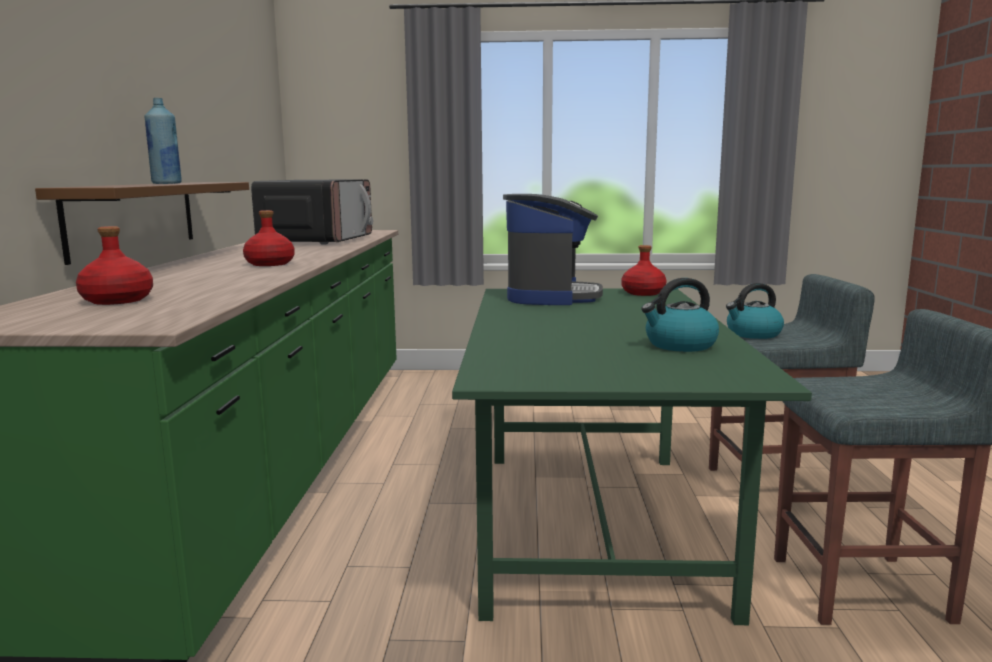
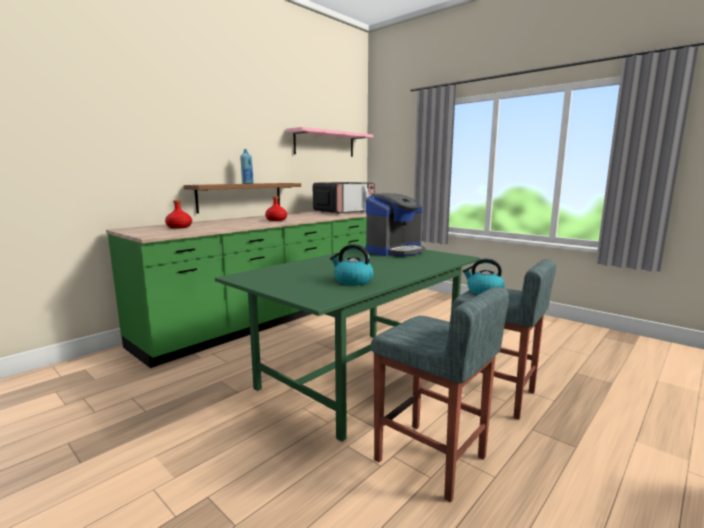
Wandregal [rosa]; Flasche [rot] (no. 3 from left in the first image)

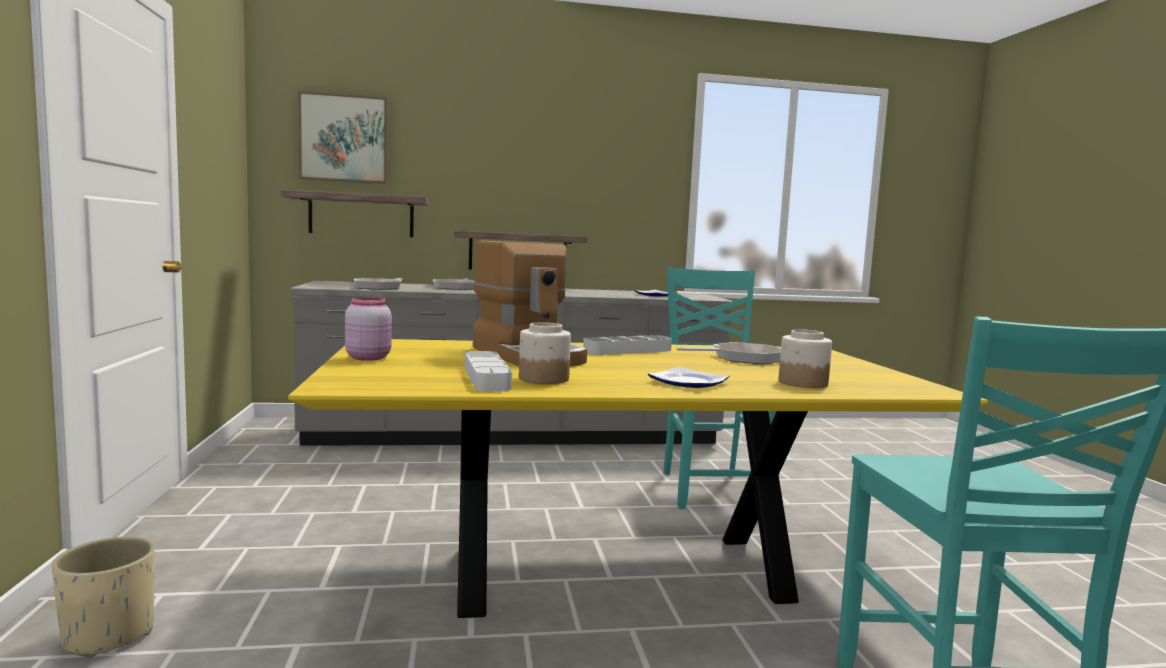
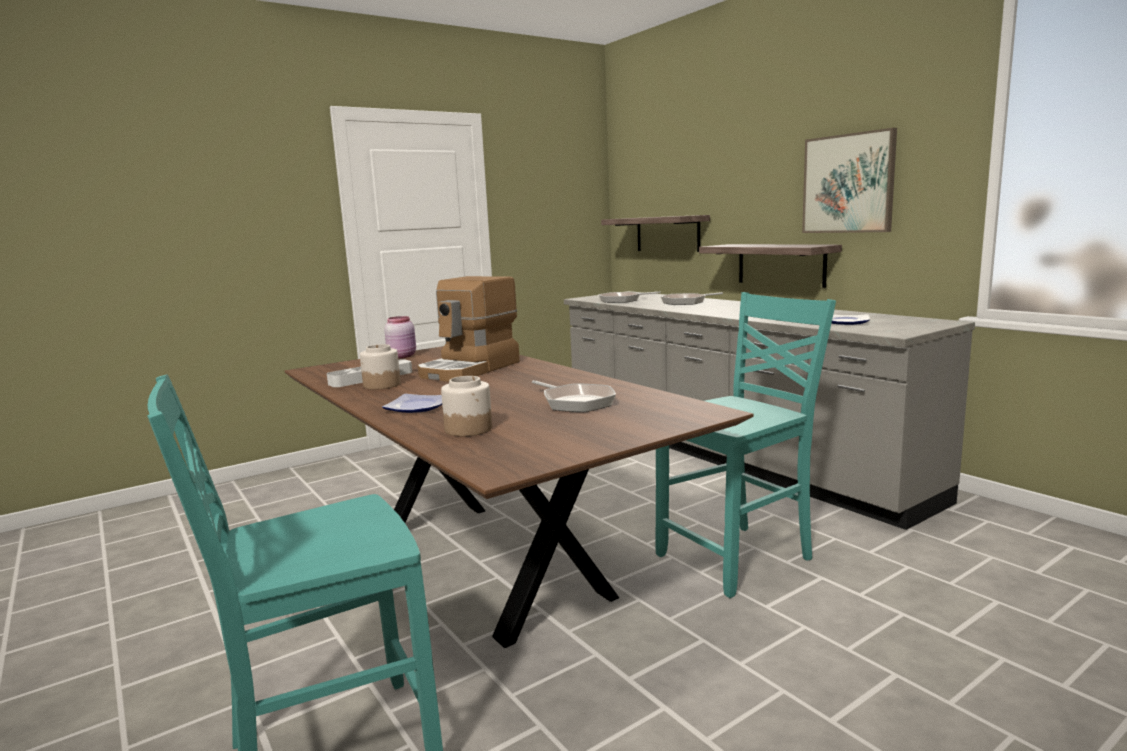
Esstisch [braun]; Bild; Pflanzkübel [beige]; Tablett [grau] (no. 2 from left in the first image)

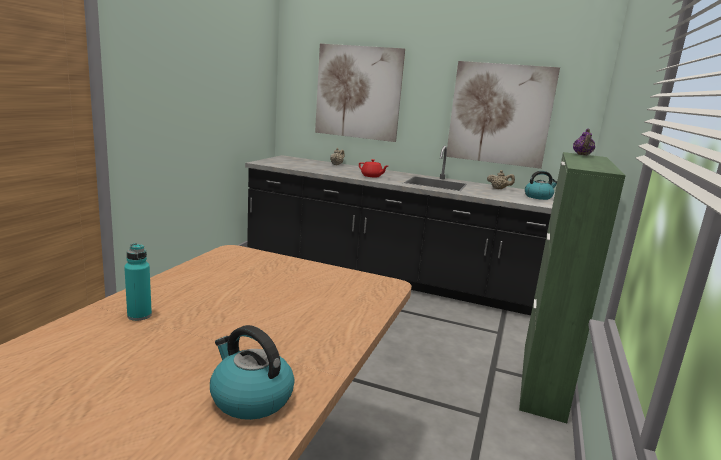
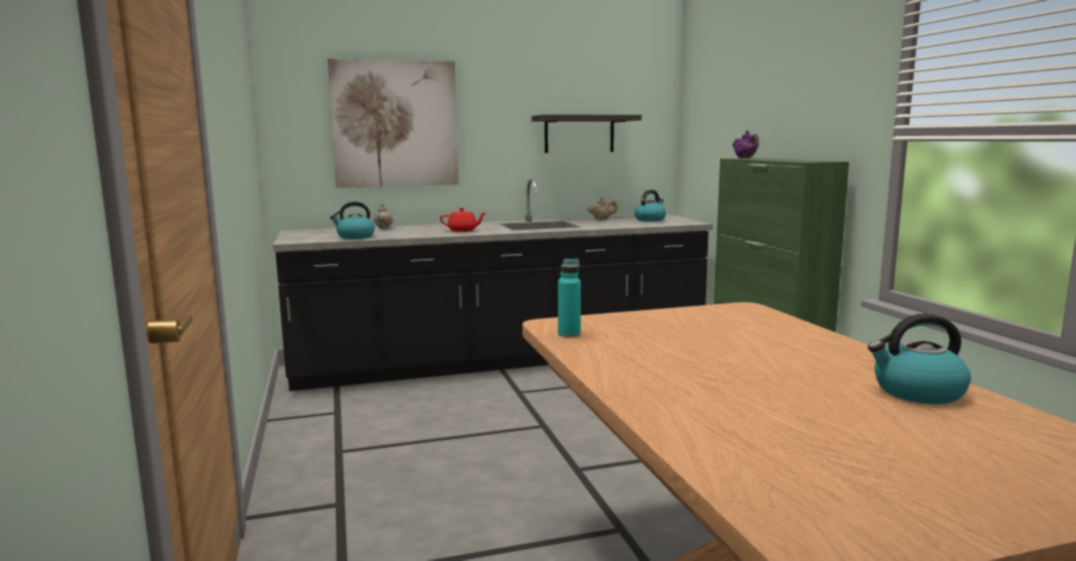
Wasserkessel (no. 1 from left); Wandregal; Flasche [türkis]

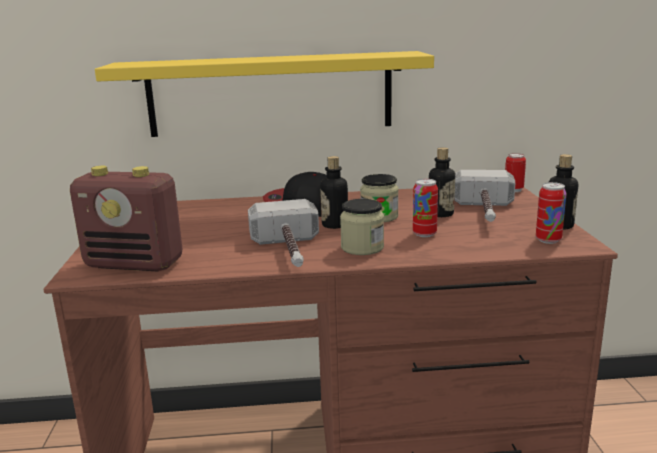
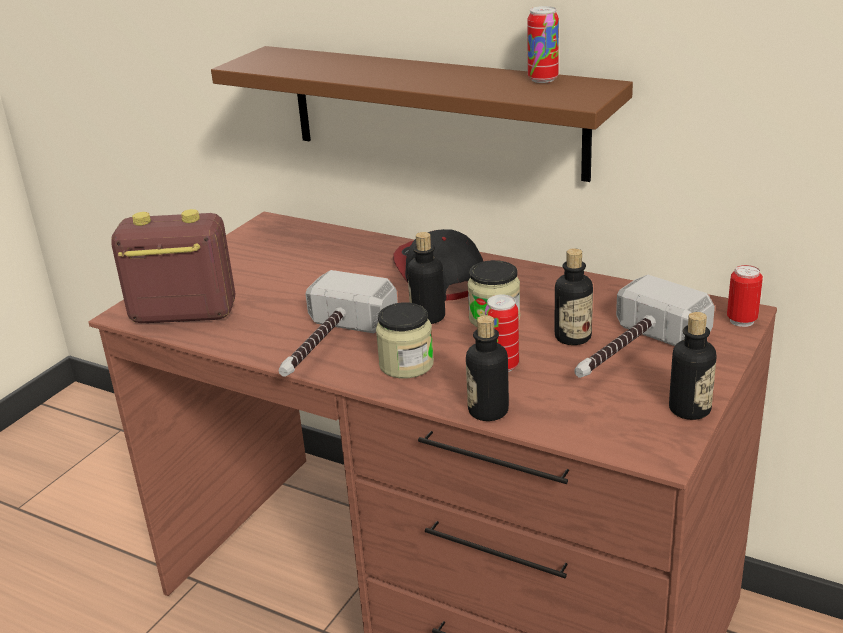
Radio; Wandregal [braun]; Flasche (no. 2 from left); Dose (no. 2 from left)

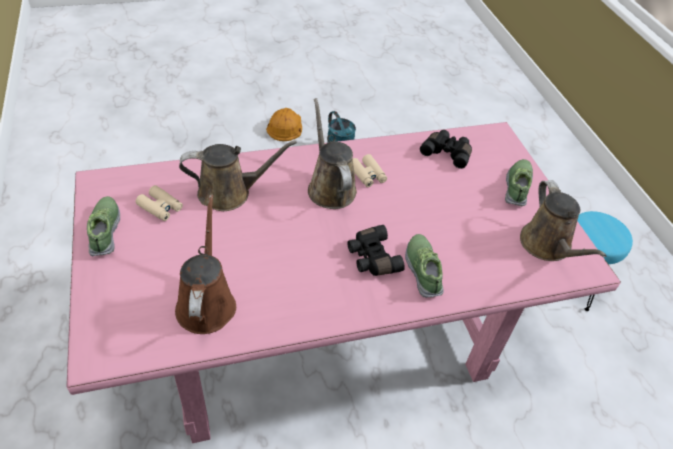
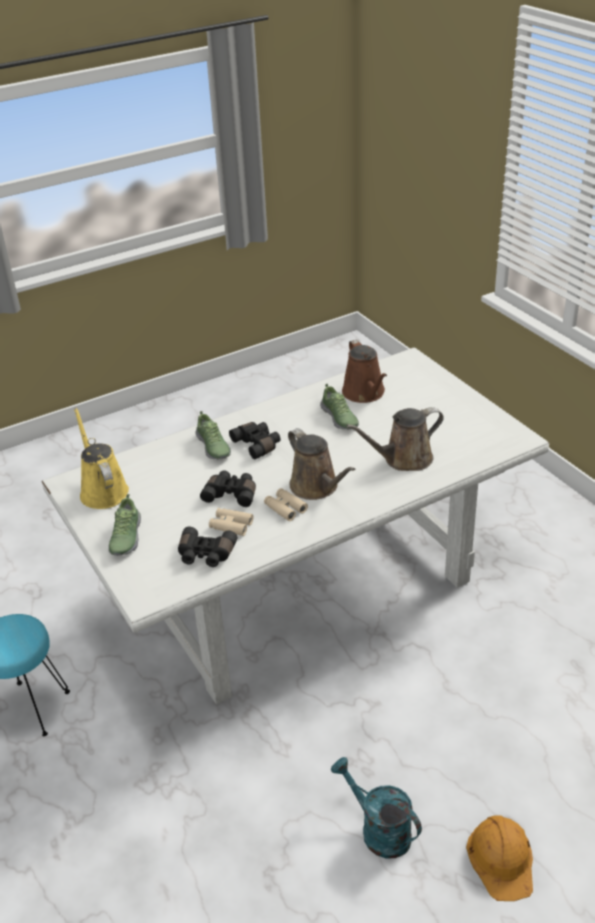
Esstisch [weiß]; Gießkanne [gelb]; Fernglas [schwarz] (no. 2 from left); Fernglas [beige] (no. 1 from left); Schuh (no. 3 from left)

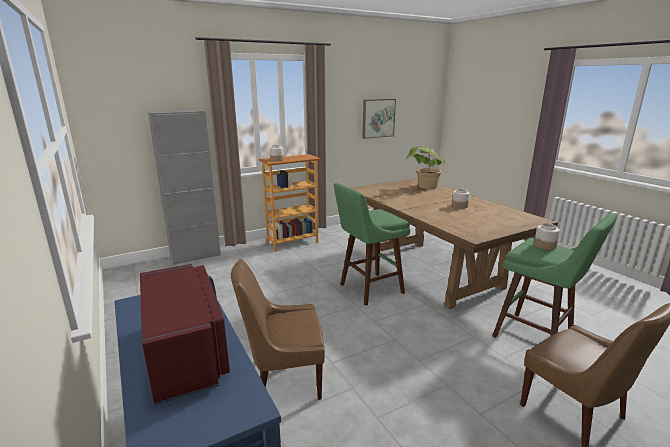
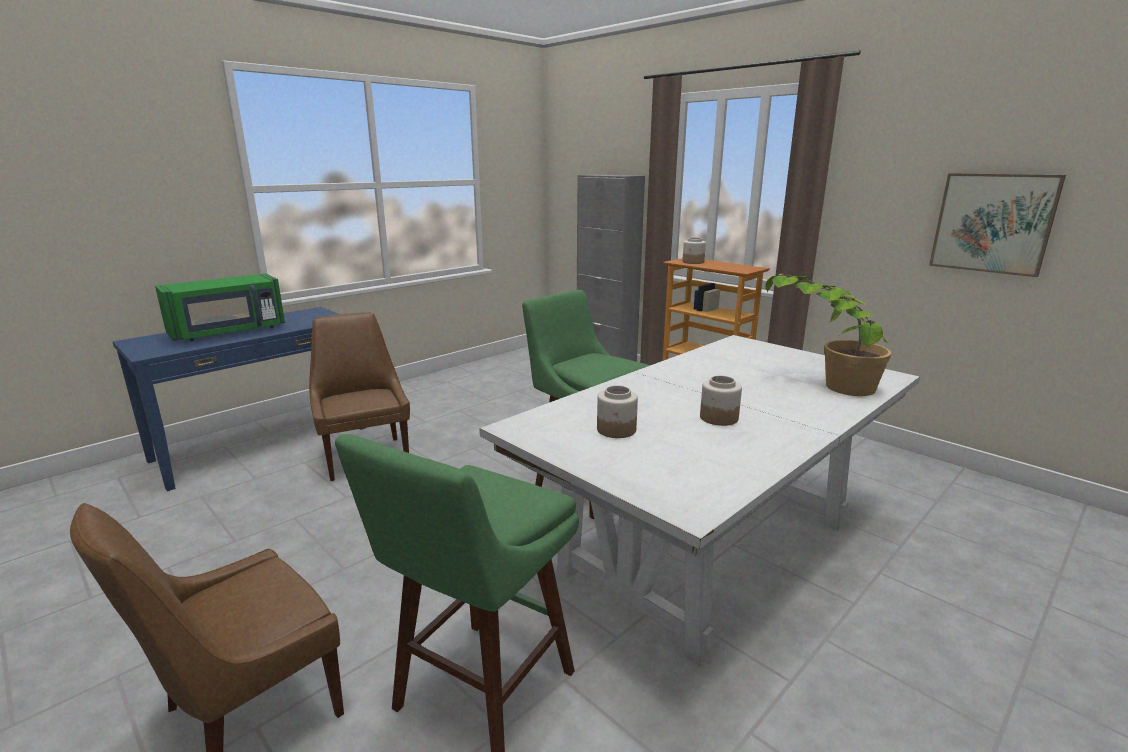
Mikrowelle [grün]; Esstisch [weiß]; Vorratsglas (no. 1 from left)

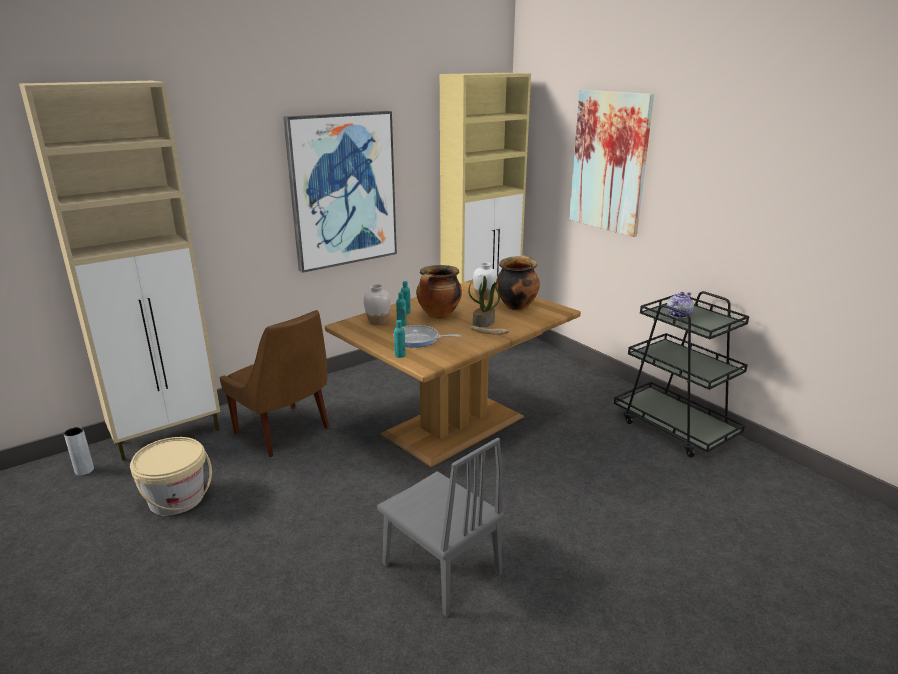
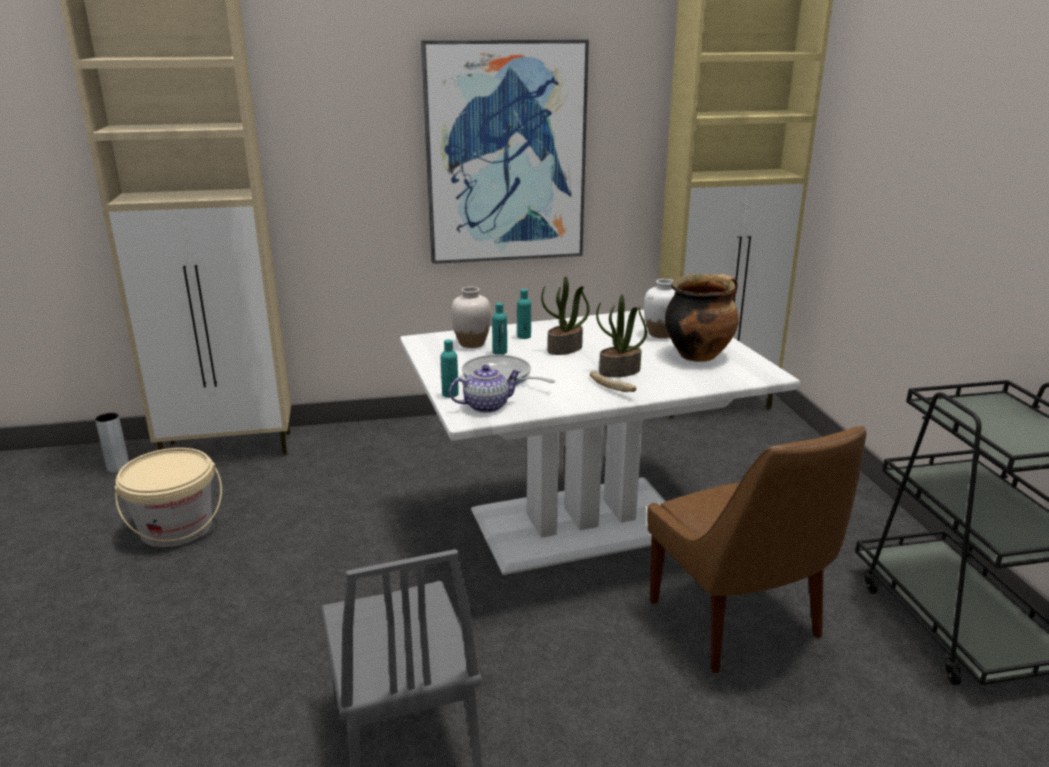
Esstisch [weiß]; Teekanne; Topfpflanze (no. 1 from left); Stuhl [braun]; Bild (no. 2 from left in the first image)

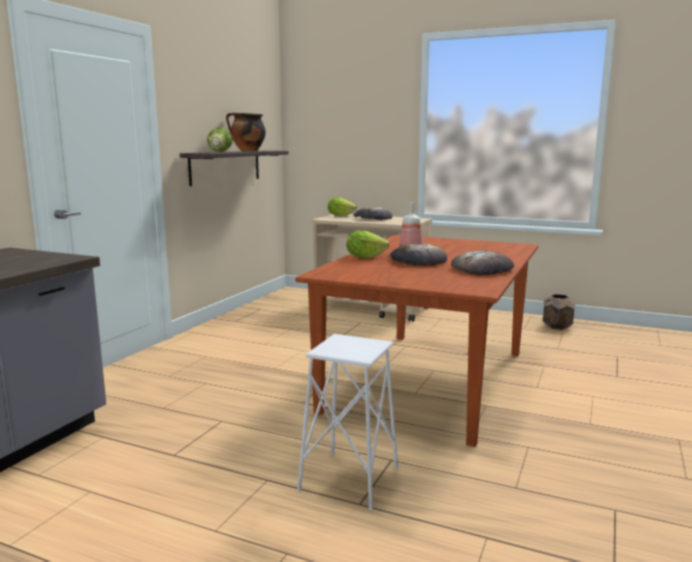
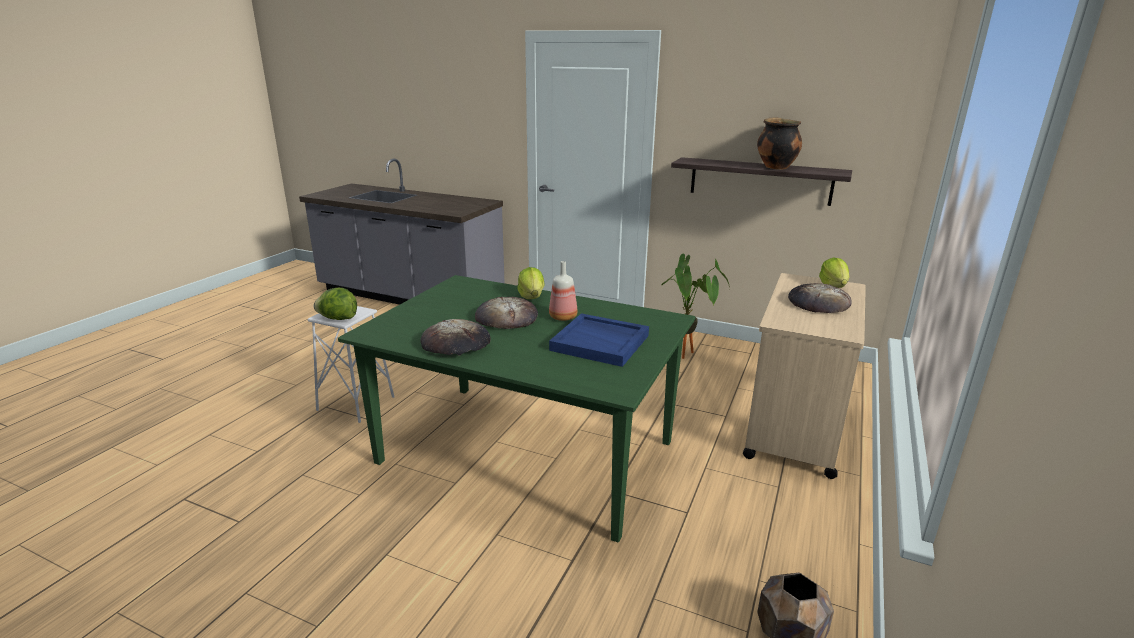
Salatkopf (no. 1 from left); Esstisch [grün]; Tablett [blau]; Topfpflanze

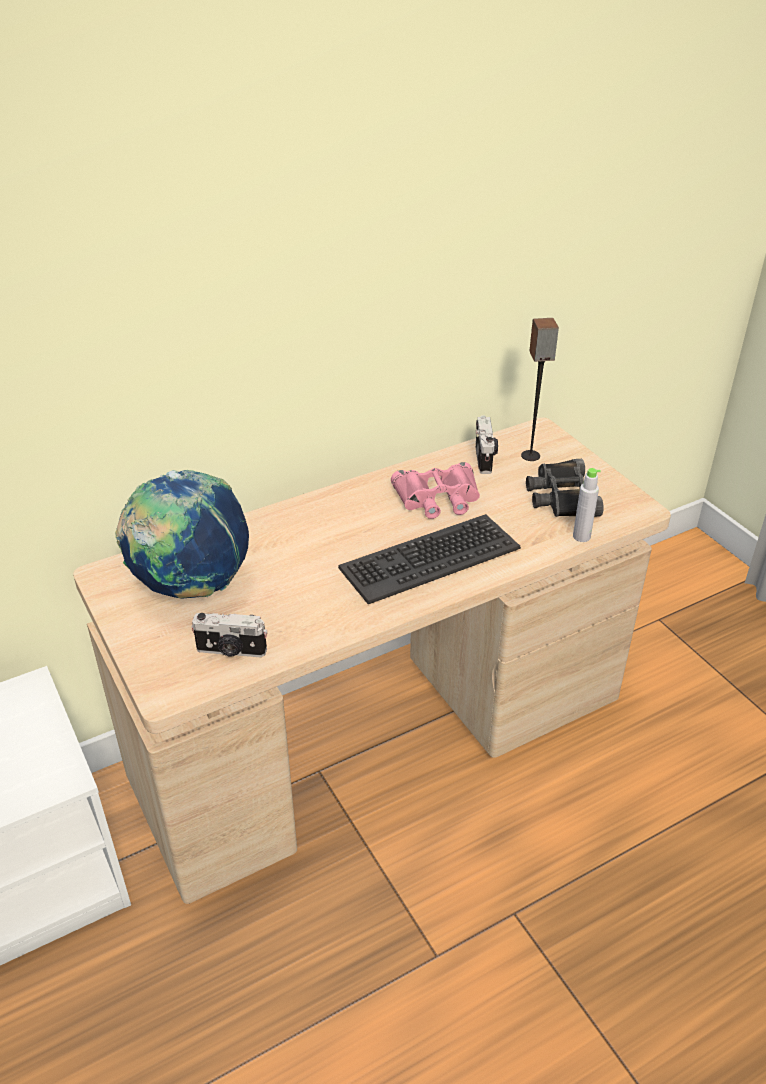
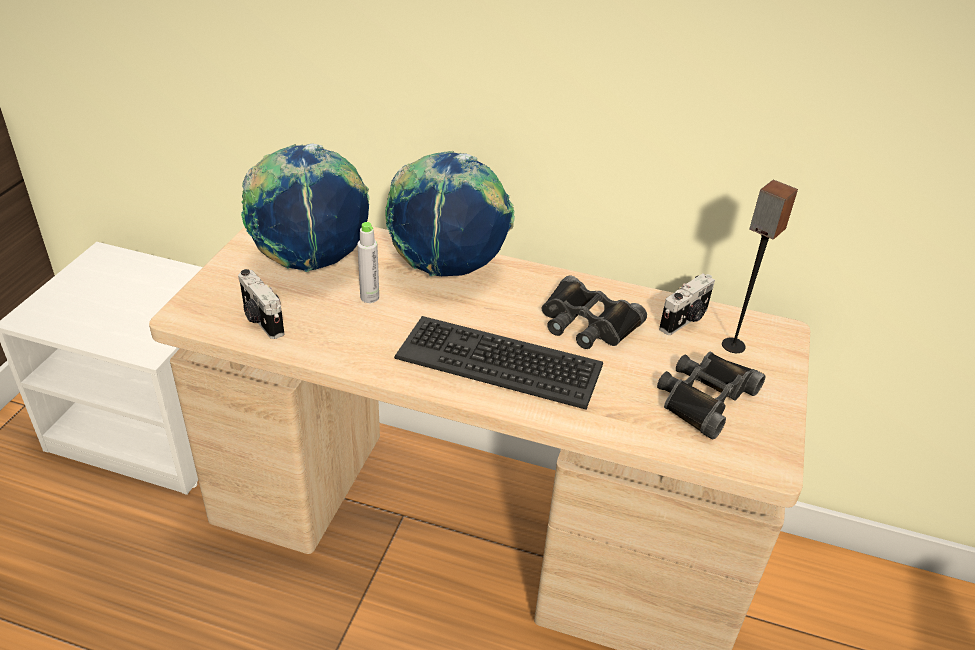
Flasche [grau]; Globus (no. 2 from left); Fernglas [schwarz] (no. 1 from left)

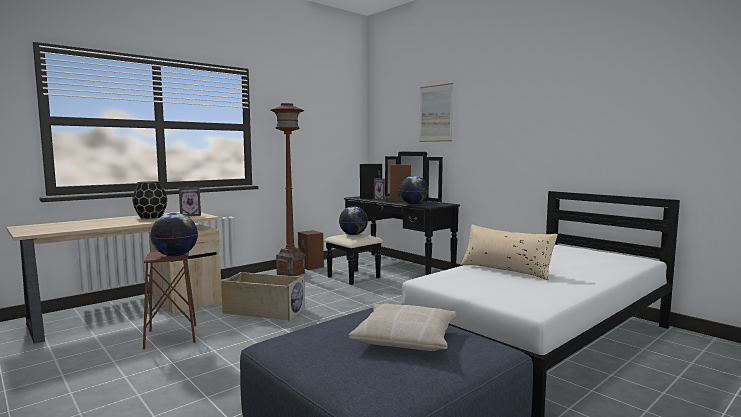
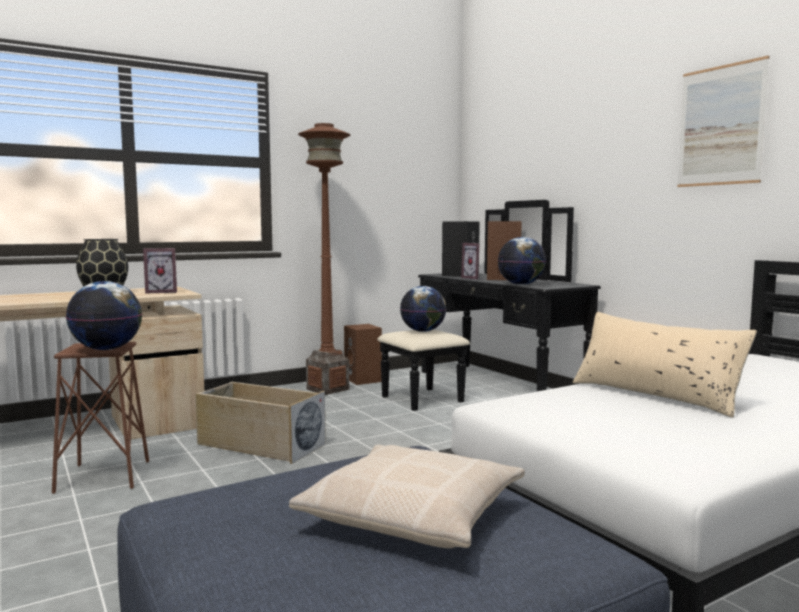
Bild

